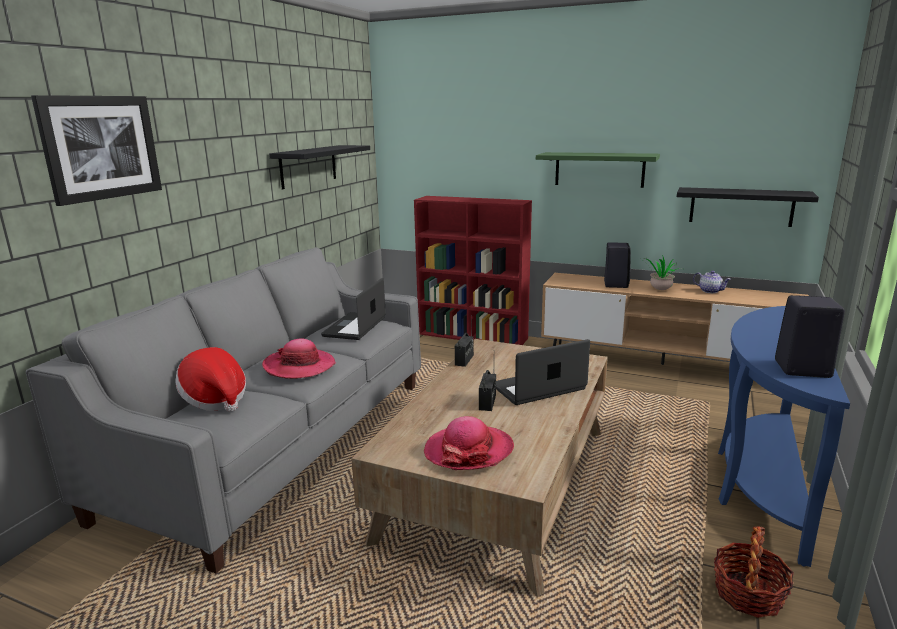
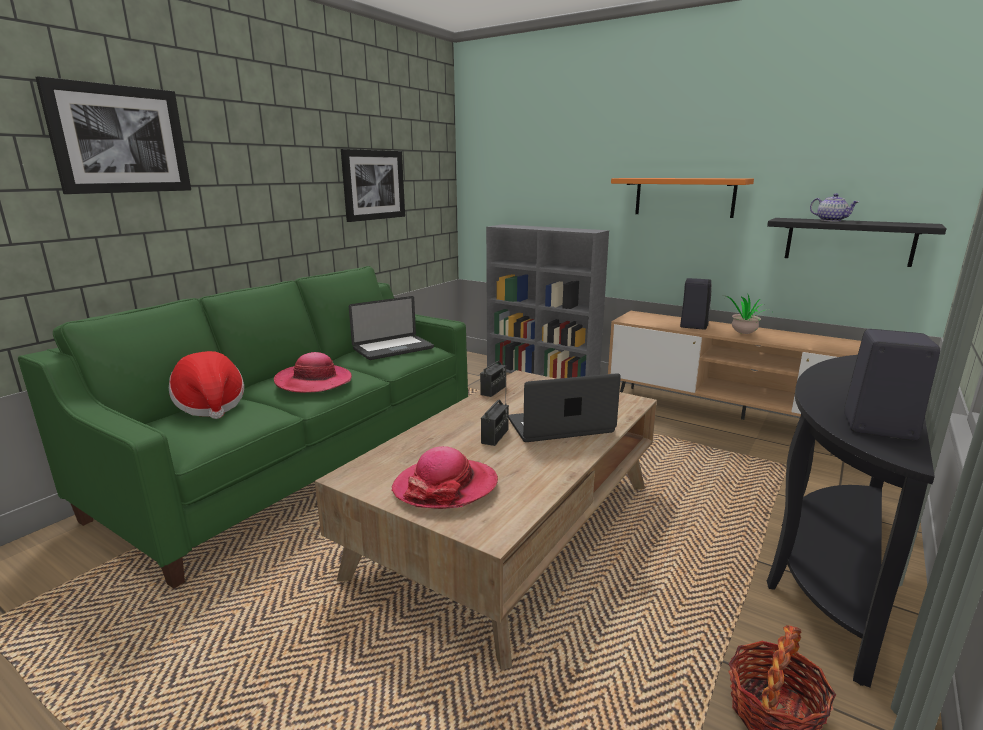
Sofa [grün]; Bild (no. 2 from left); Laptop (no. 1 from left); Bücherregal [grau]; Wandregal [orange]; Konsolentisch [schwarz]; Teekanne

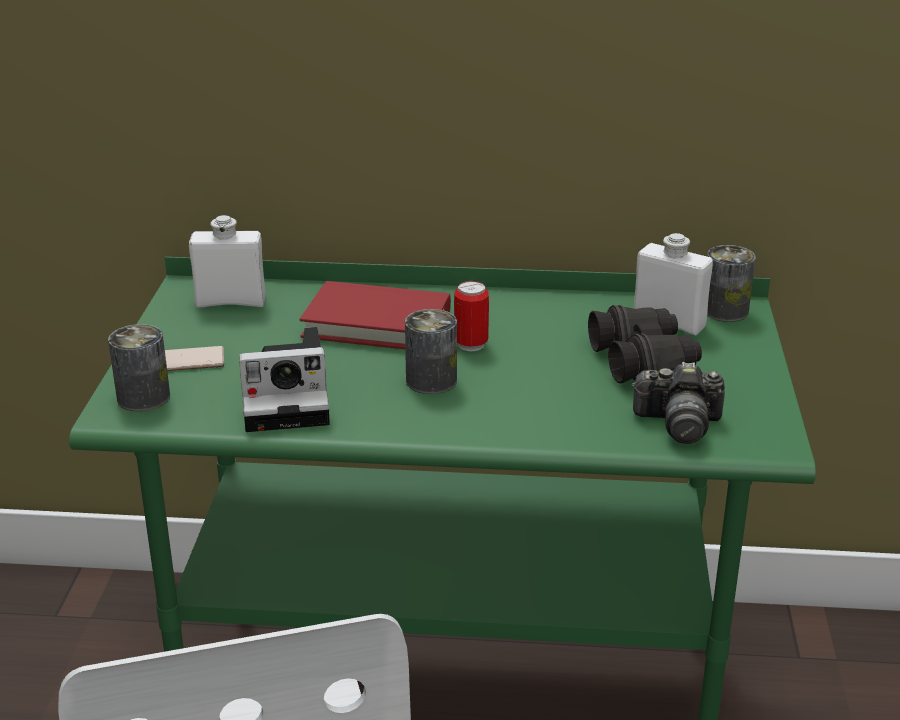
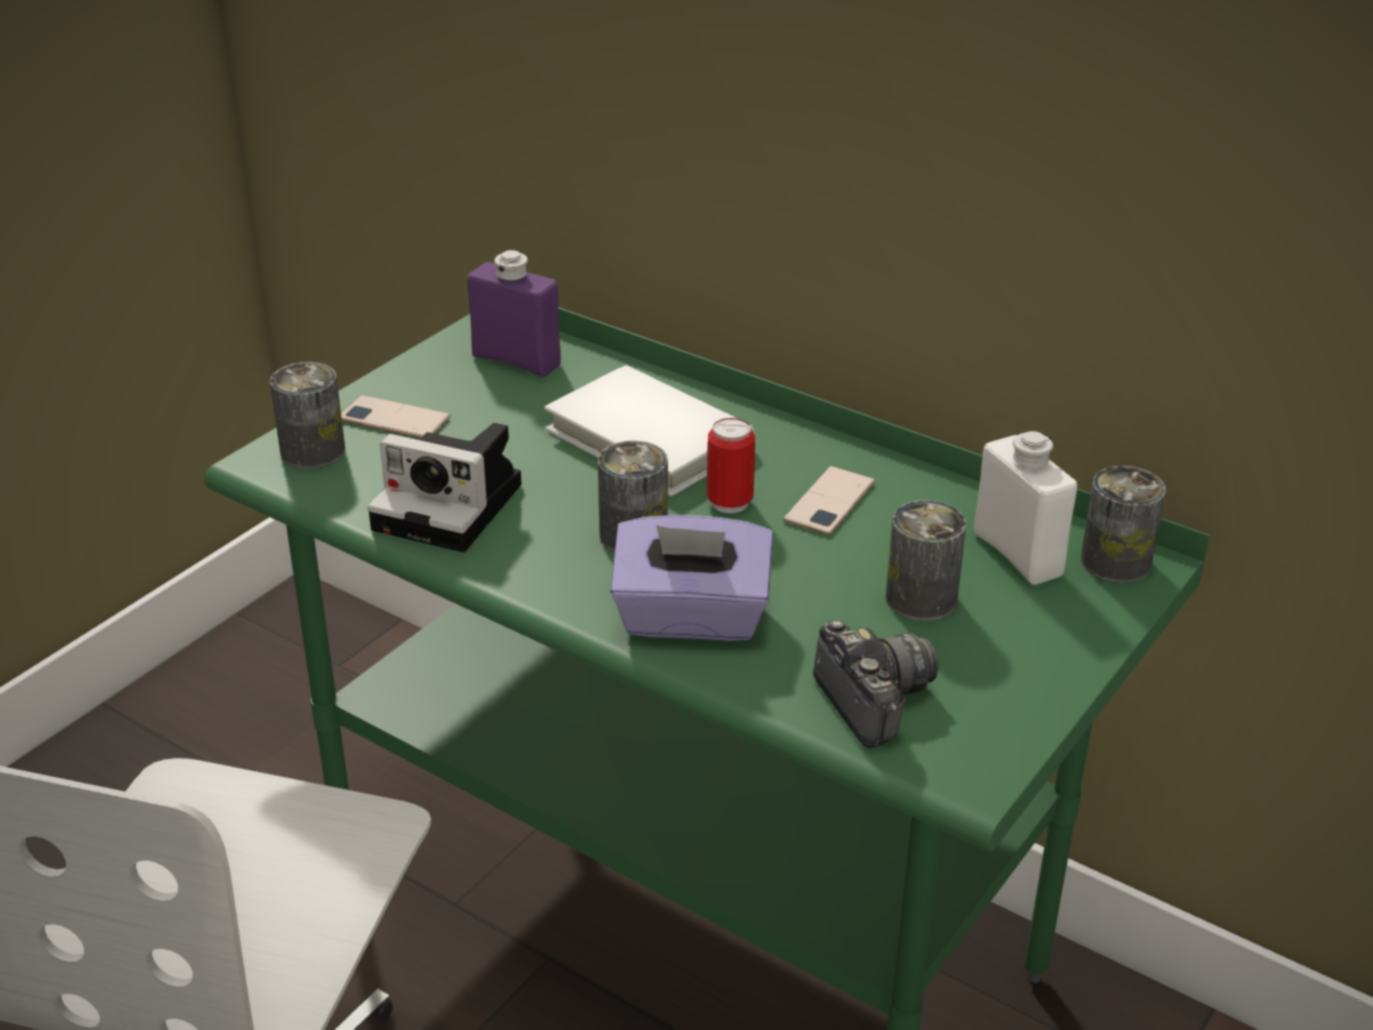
Flasche [lila]; Buch [weiß]; Taschentuchbox [lila]; Handy (no. 2 from left); Kamera (no. 2 from left); Dose (no. 4 from left)

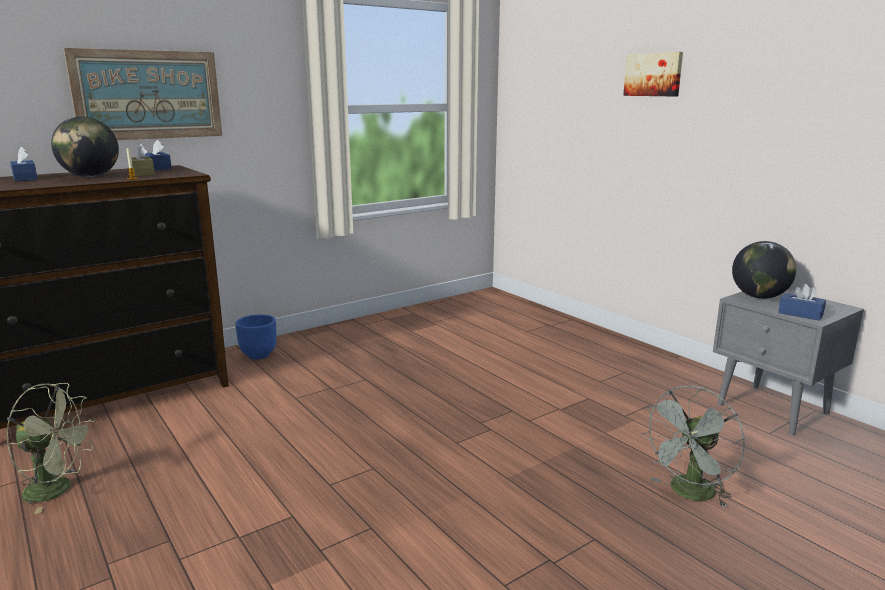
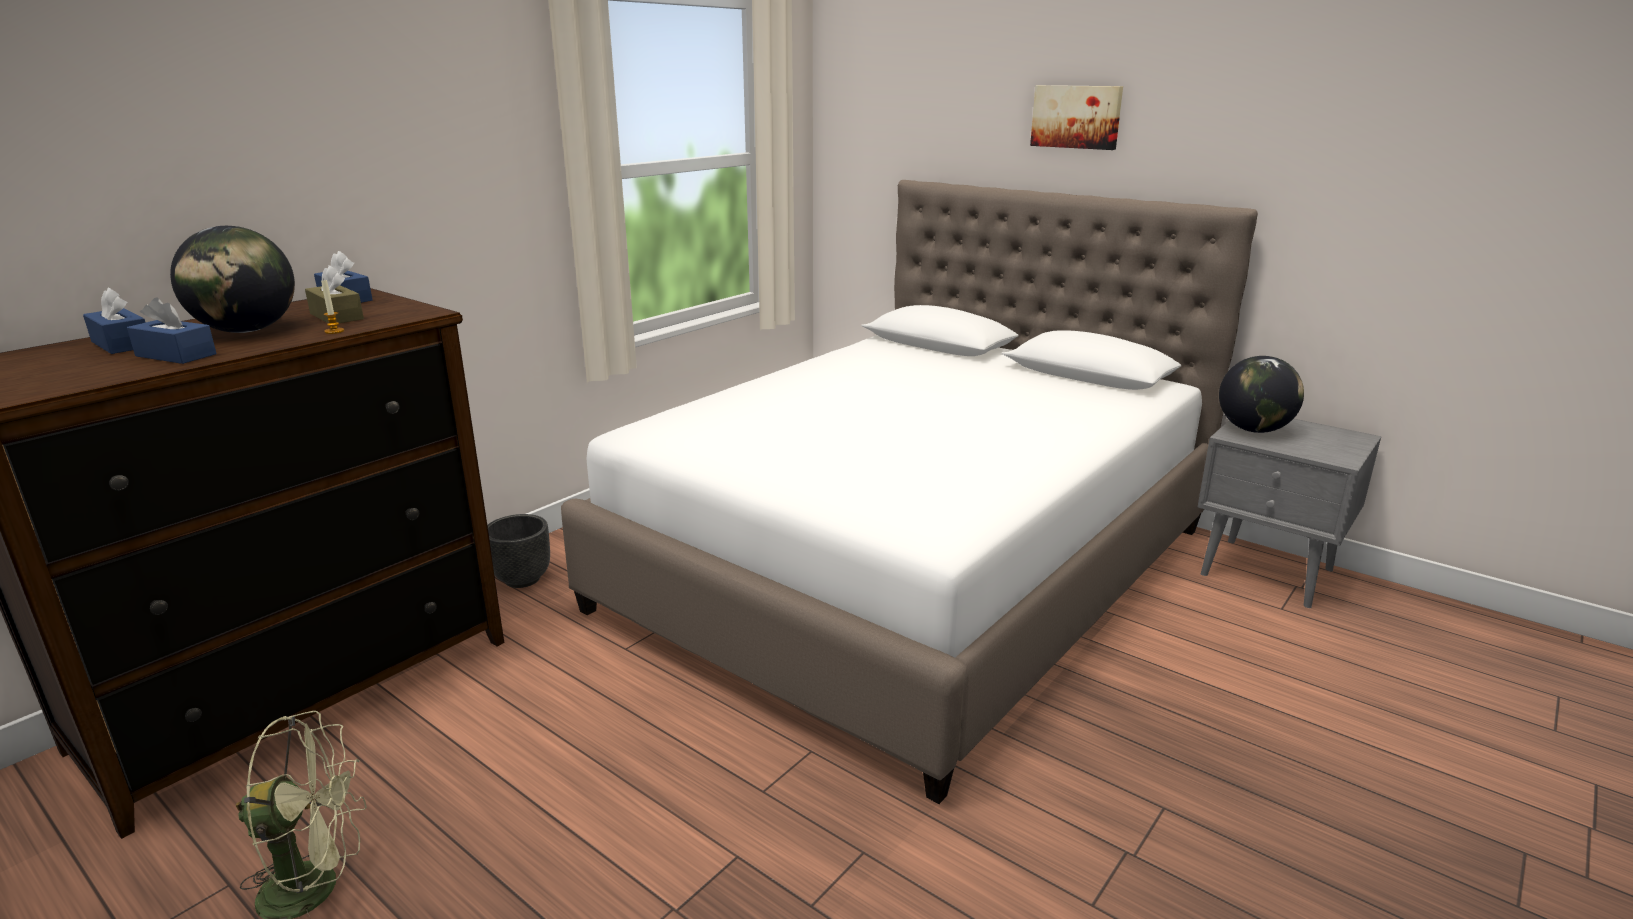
Taschentuchbox [blau] (no. 2 from left); Pflanzkübel [schwarz]; Bett [weiß]; Bild (no. 1 from left in the first image); Ventilator [grau]

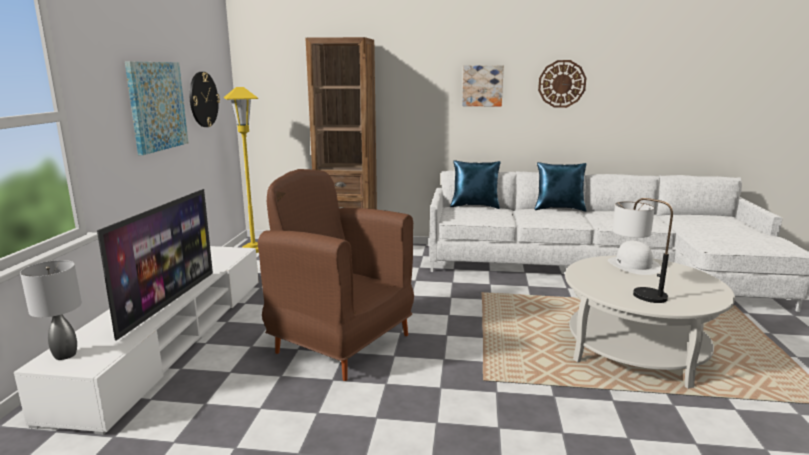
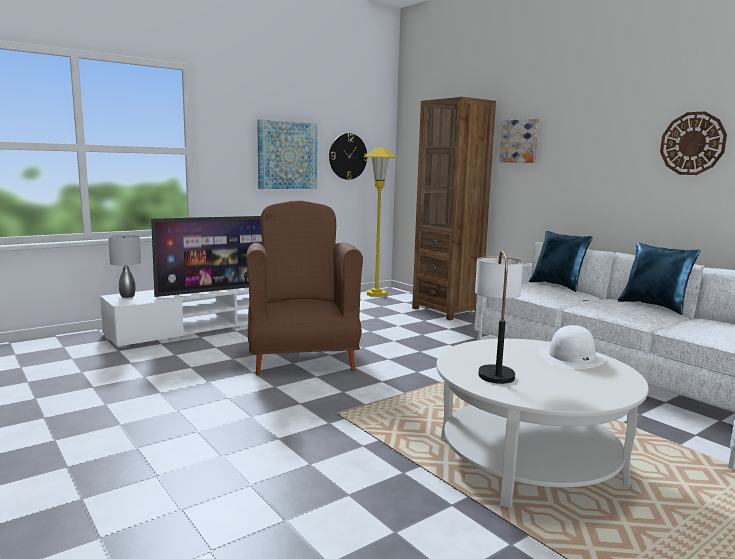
Bild (no. 2 from left)

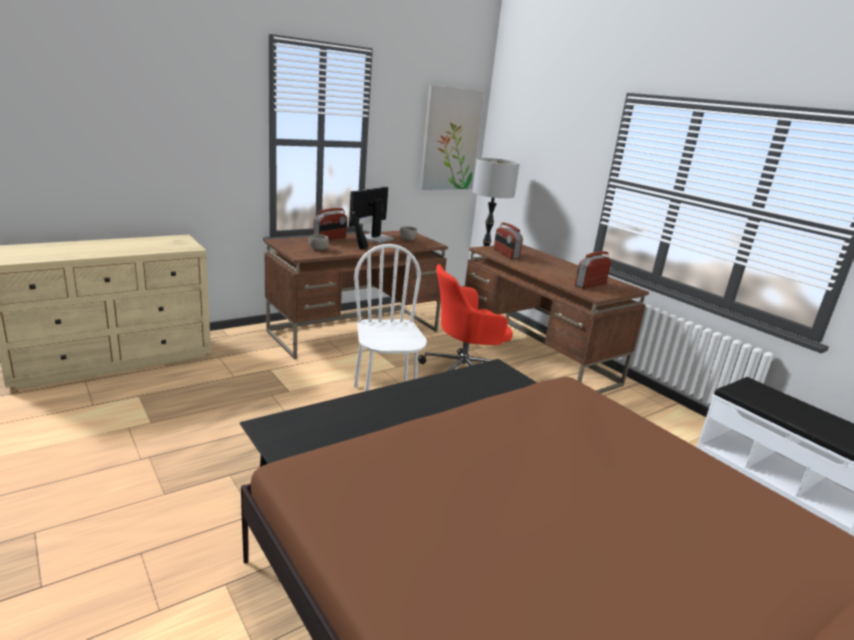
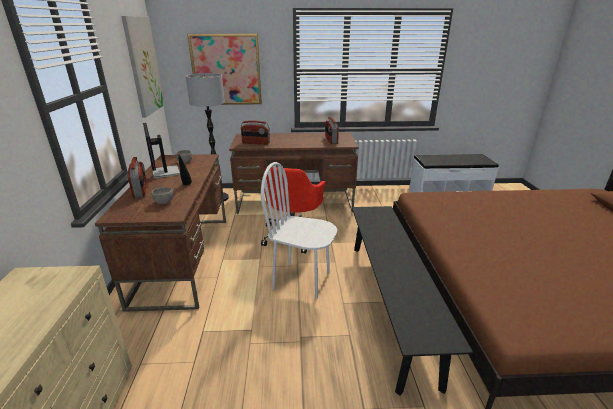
Bild (no. 2 from left)

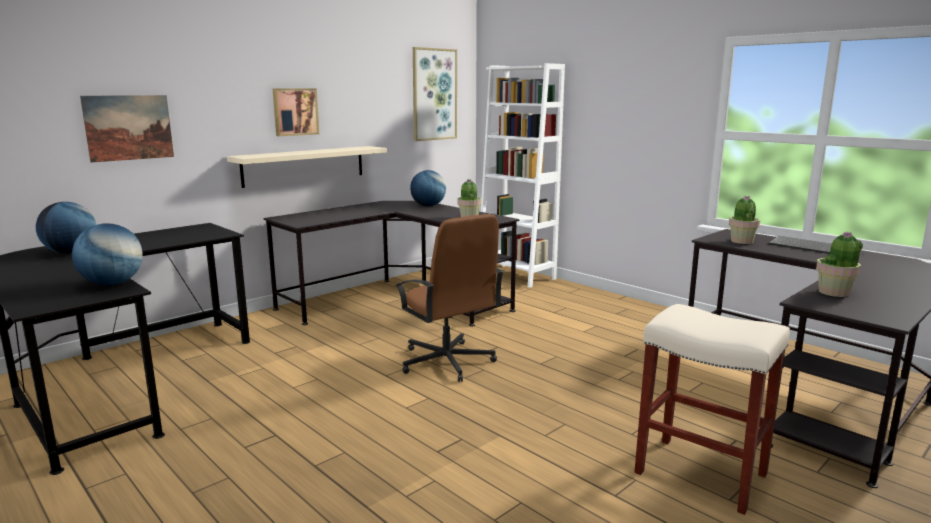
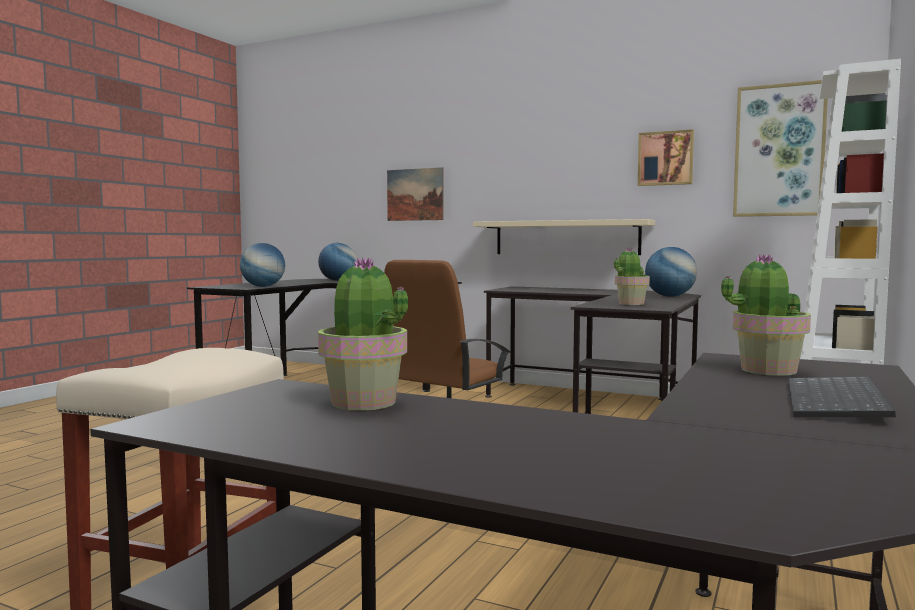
Bild (no. 2 from left)

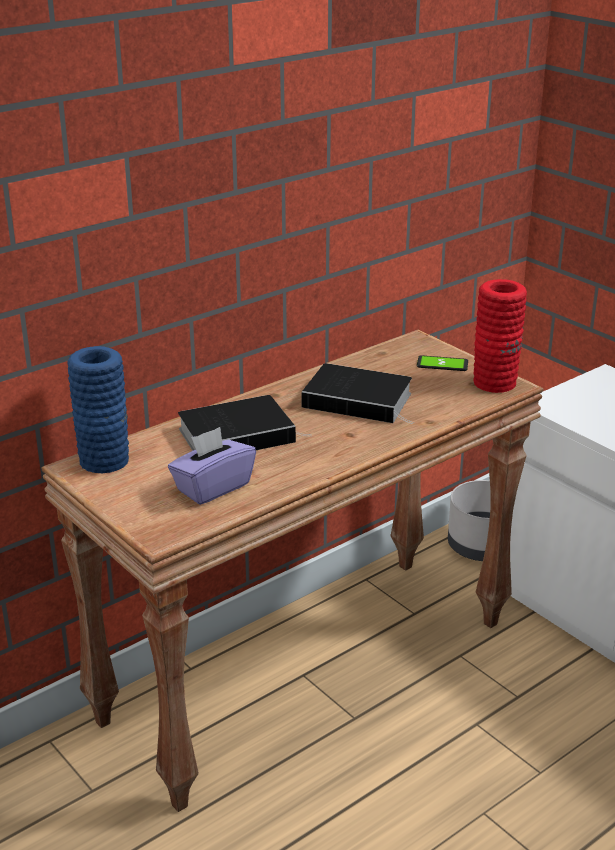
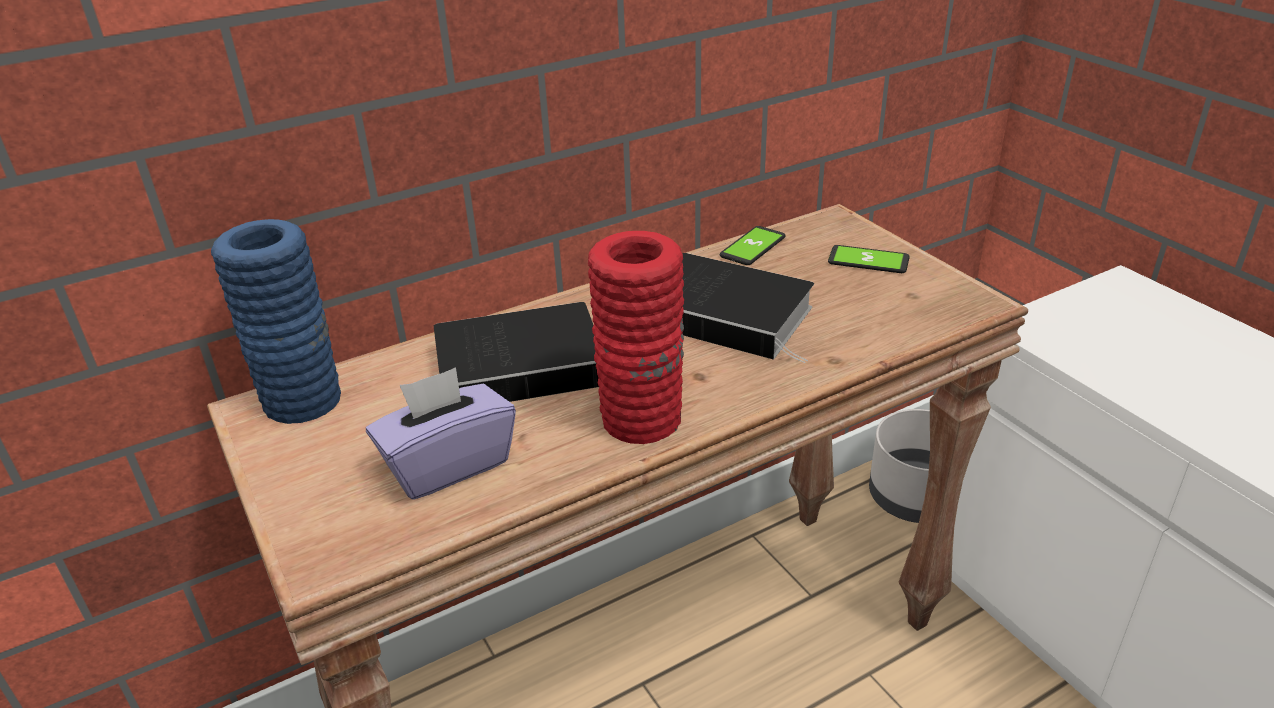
Vase [rot]; Handy (no. 1 from left)

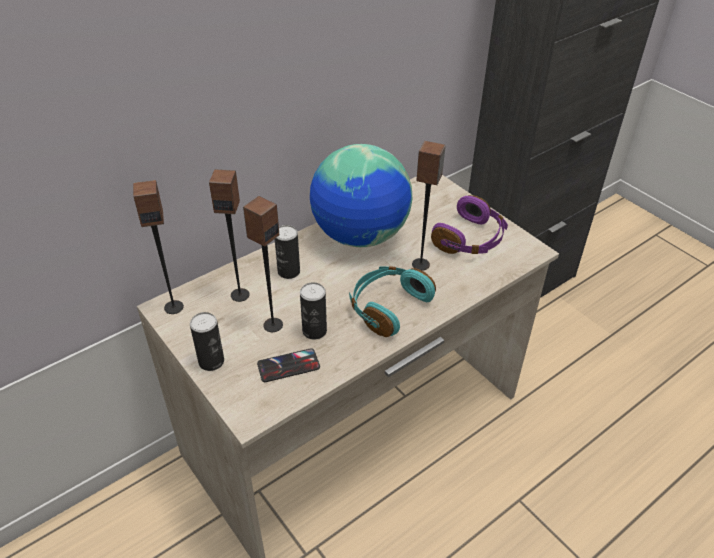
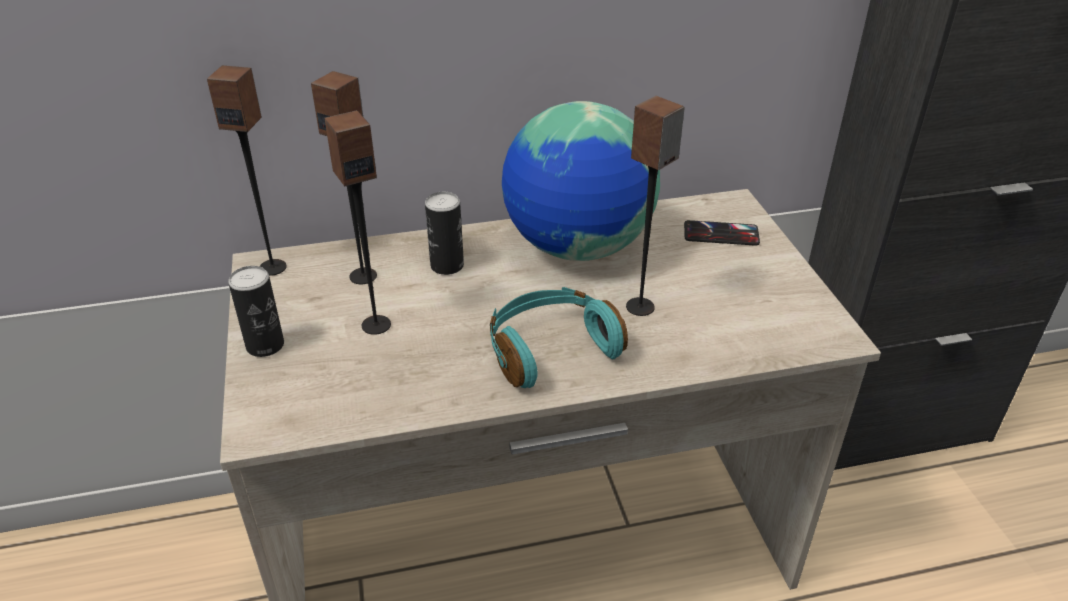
Handy; Dose (no. 3 from left in the first image); Kopfhörer [lila]

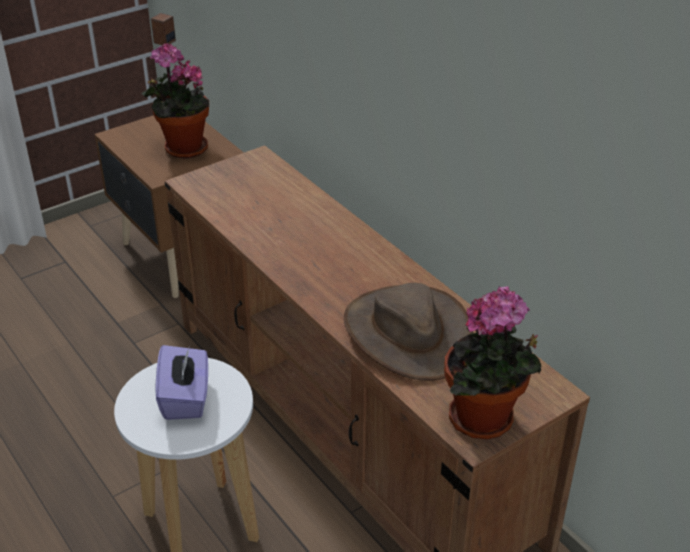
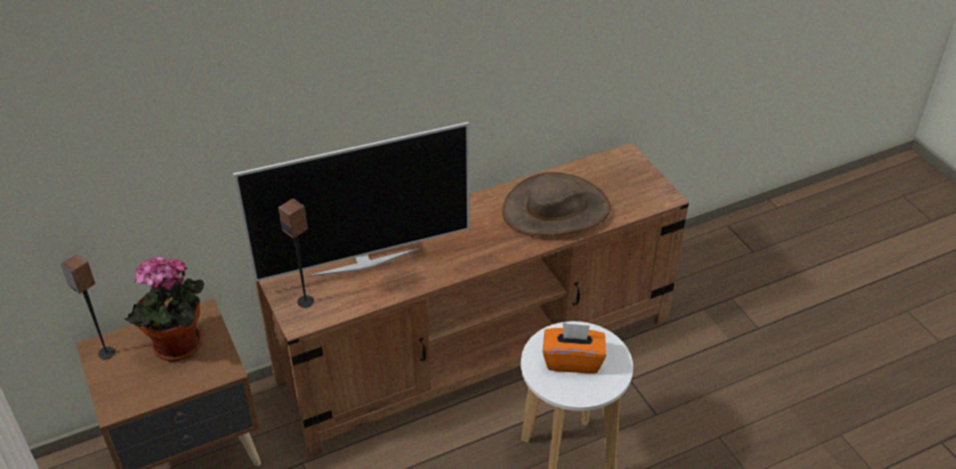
Fernseher; Lautsprecher (no. 2 from left); Taschentuchbox [orange]; Topfpflanze (no. 2 from left in the first image)

